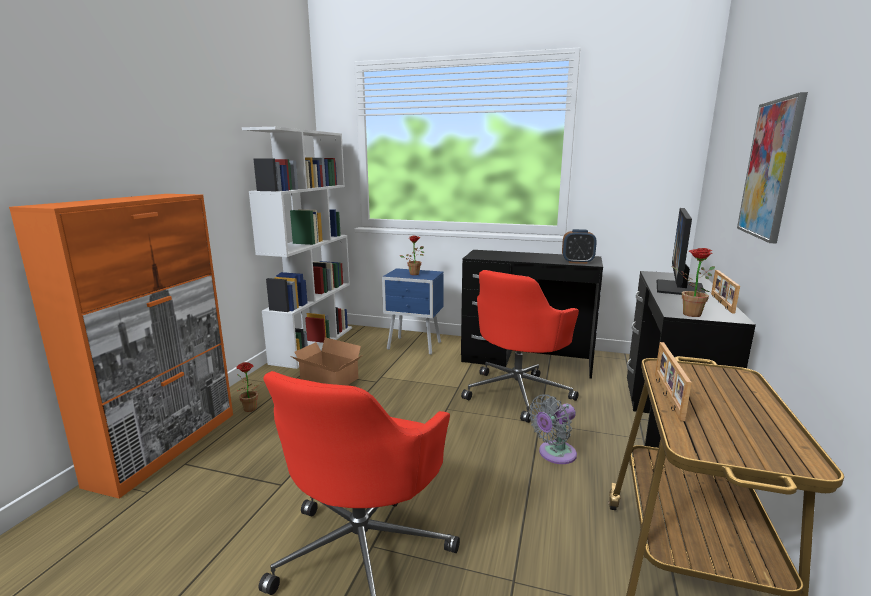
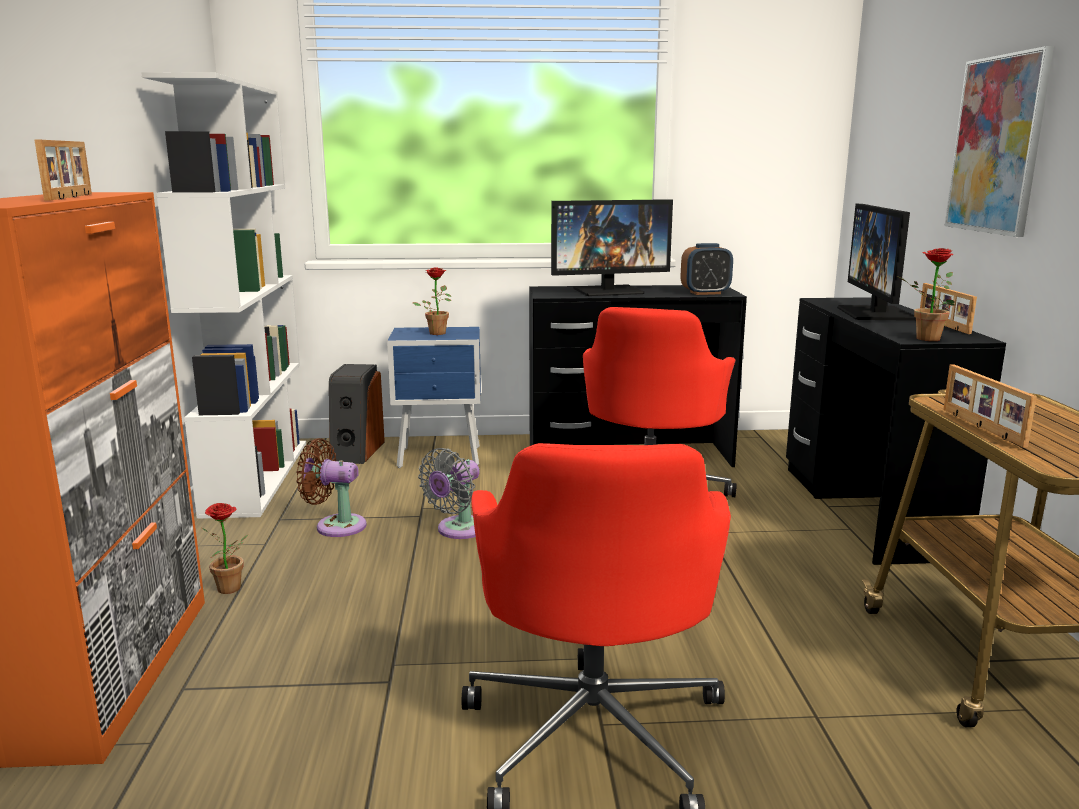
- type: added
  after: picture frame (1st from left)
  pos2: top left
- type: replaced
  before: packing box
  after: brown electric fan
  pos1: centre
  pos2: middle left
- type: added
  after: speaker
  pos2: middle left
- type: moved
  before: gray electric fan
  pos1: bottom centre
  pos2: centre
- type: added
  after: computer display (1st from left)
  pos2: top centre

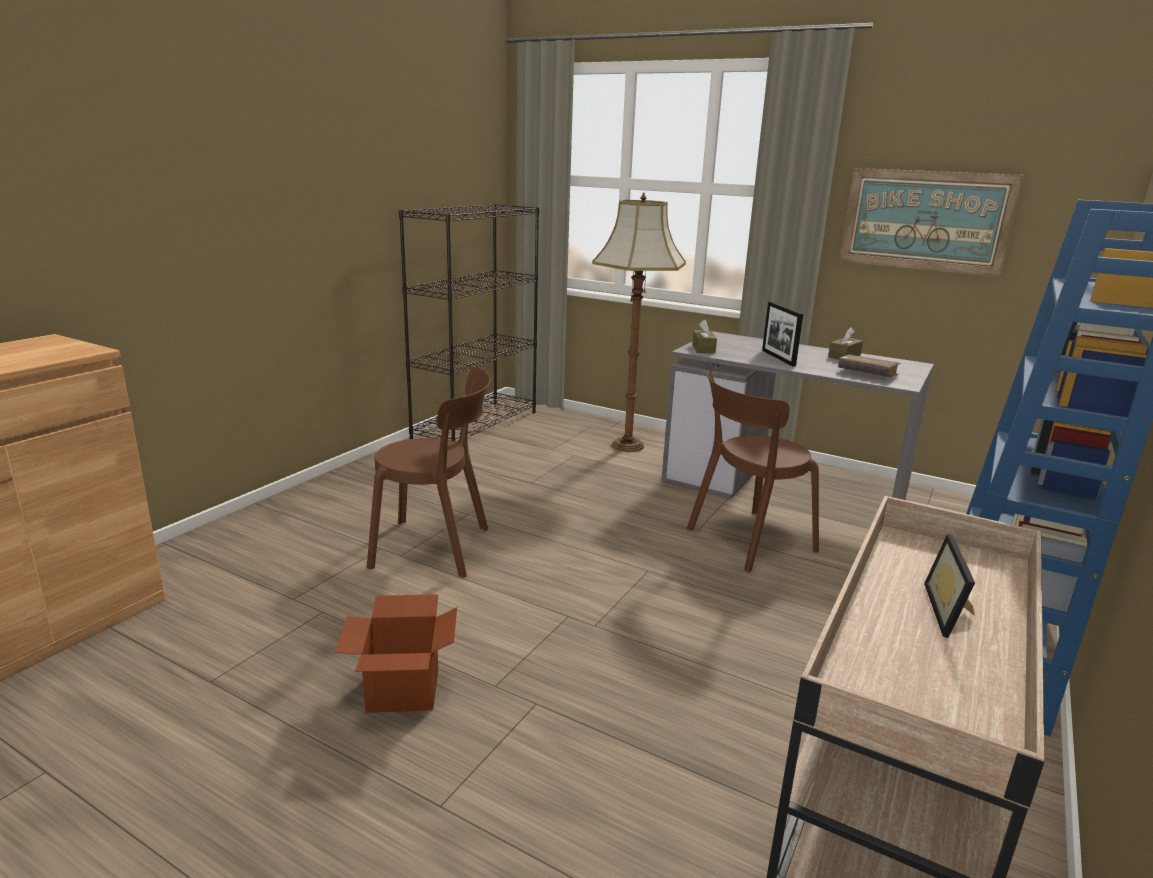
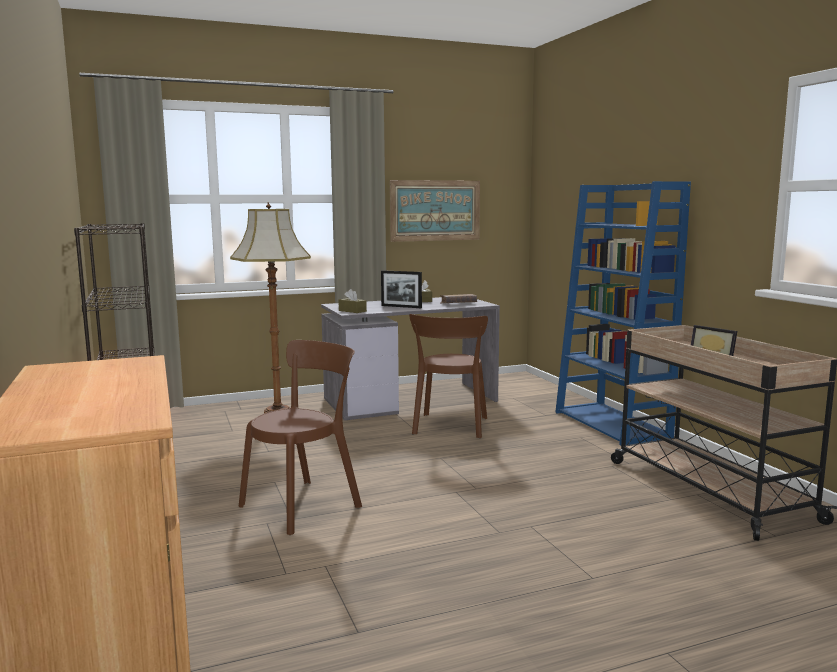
- type: removed
  before: packing box
  pos1: bottom centre

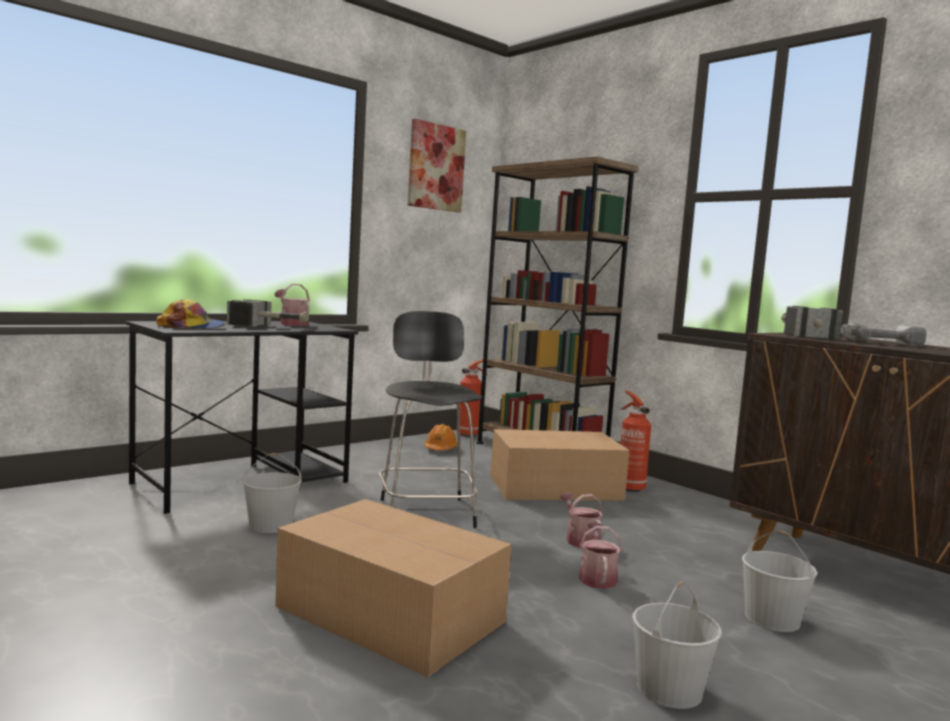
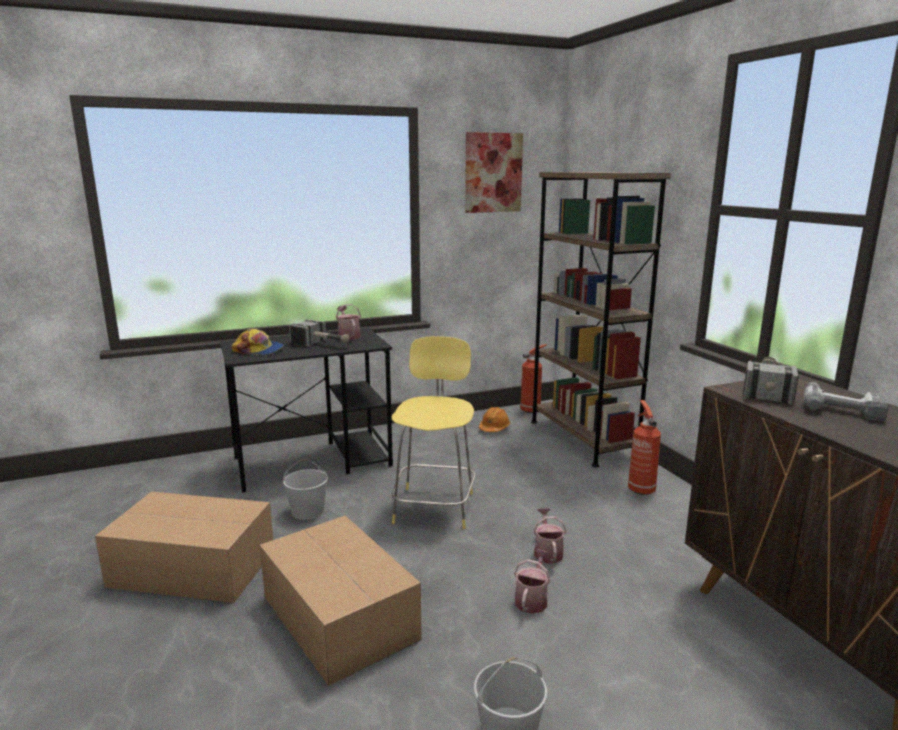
- type: moved
  before: packing box (2nd from left in the first image)
  after: packing box (1st from left)
  pos1: centre
  pos2: bottom left
- type: recoloured
  before: black sitting stool
  after: yellow-coloured sitting stool
  pos1: centre
  pos2: centre
- type: removed
  before: whitish bucket (3rd from left)
  pos1: bottom right

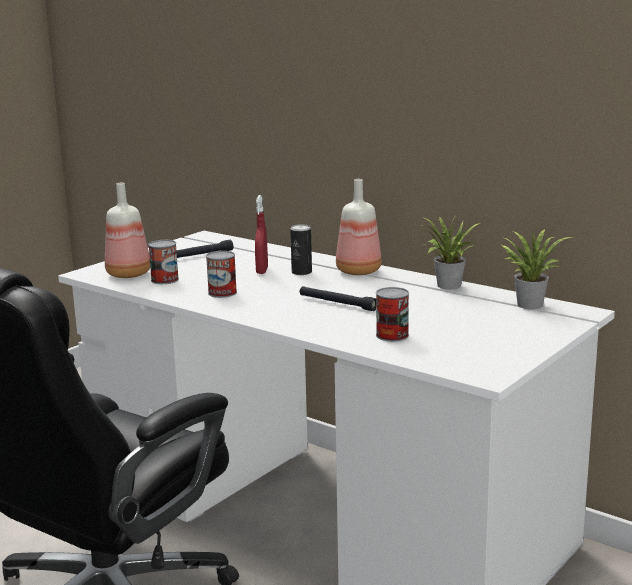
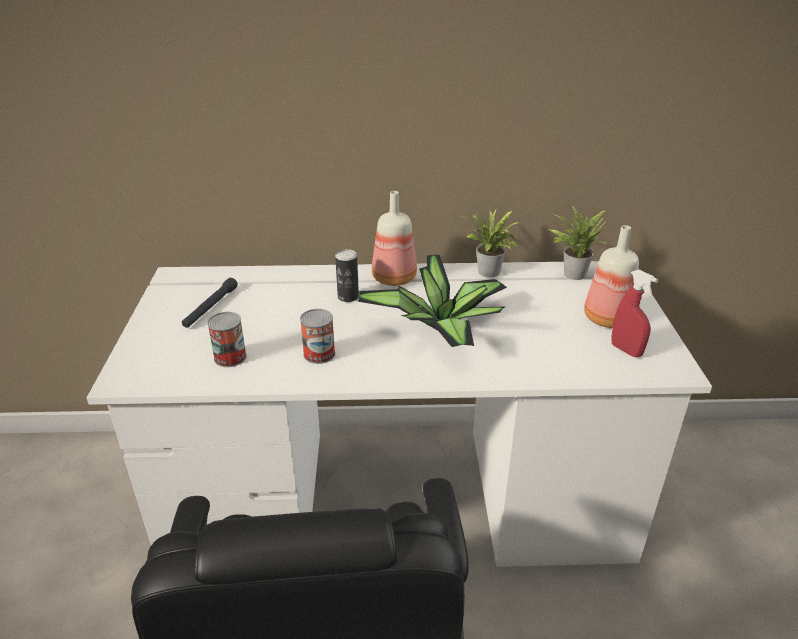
- type: replaced
  before: black hand torch (2nd from left)
  after: plant in a pot (1st from left)
  pos1: centre
  pos2: centre
- type: moved
  before: bottle (1st from left in the first image)
  after: bottle (2nd from left)
  pos1: middle left
  pos2: middle right
- type: moved
  before: reddish hand sprayer
  pos1: centre
  pos2: middle right
- type: removed
  before: sealed can (4th from left)
  pos1: centre

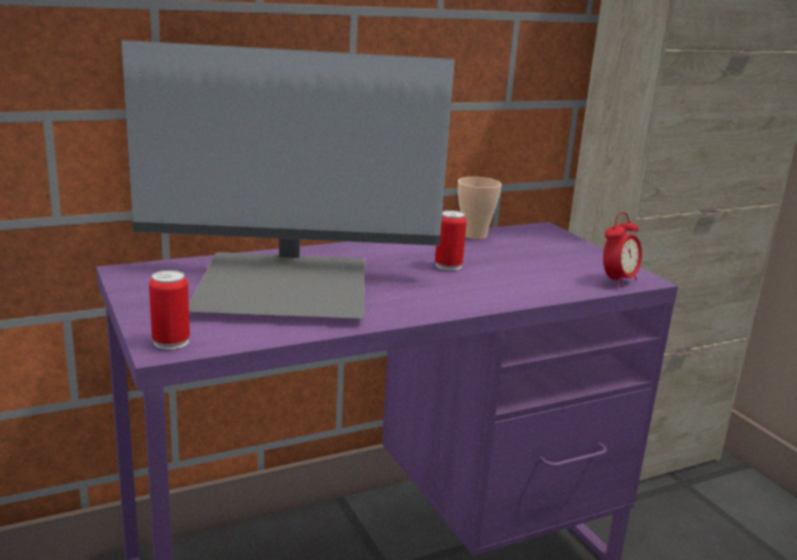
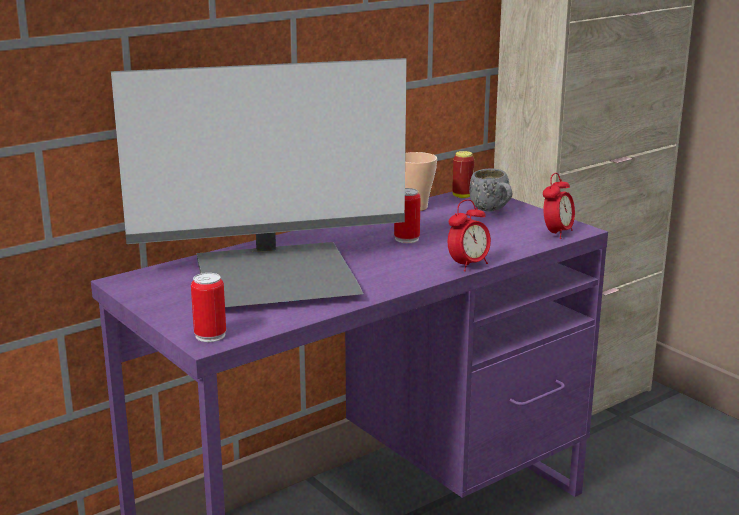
- type: added
  after: bedside clock (1st from left)
  pos2: centre
- type: added
  after: sealed can (3rd from left)
  pos2: centre
- type: added
  after: gray tea mug
  pos2: centre

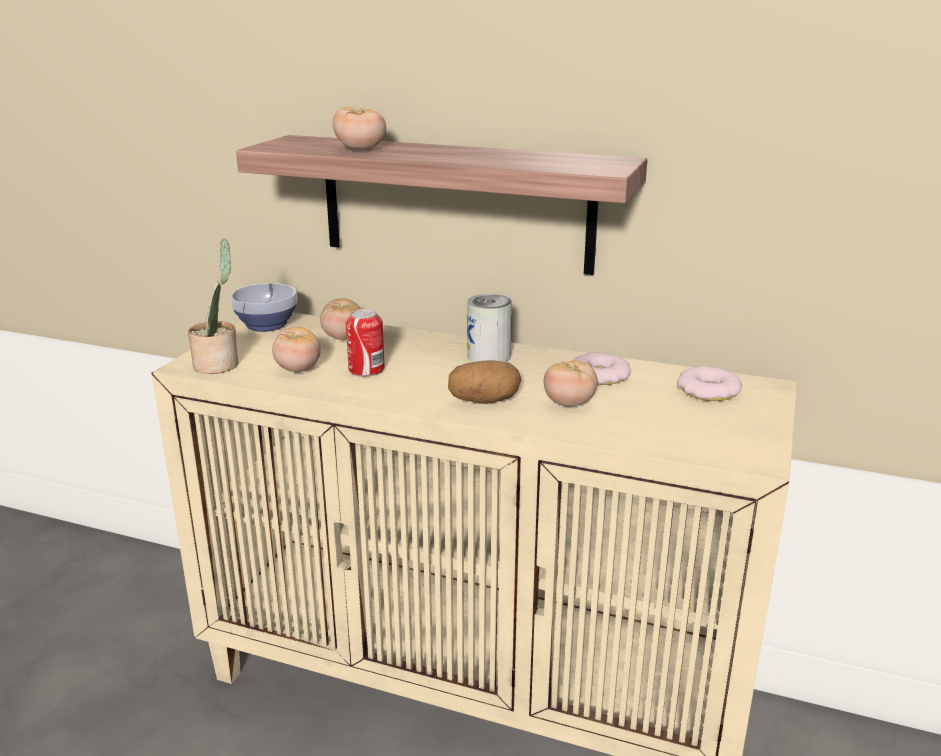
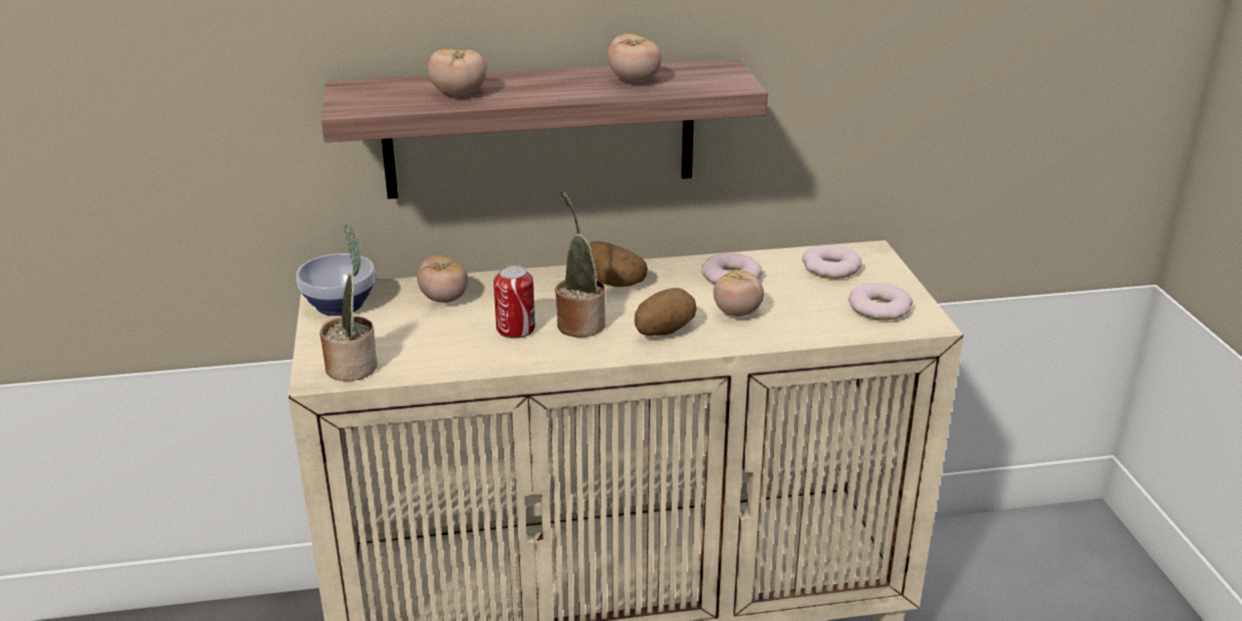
- type: added
  after: plant in a pot (2nd from left)
  pos2: centre
- type: replaced
  before: sealed can (2nd from left)
  after: spud (1st from left)
  pos1: centre
  pos2: centre
- type: moved
  before: tomato (1st from left in the first image)
  after: tomato (3rd from left)
  pos1: middle left
  pos2: top centre
- type: added
  after: doughnut (3rd from left)
  pos2: middle right

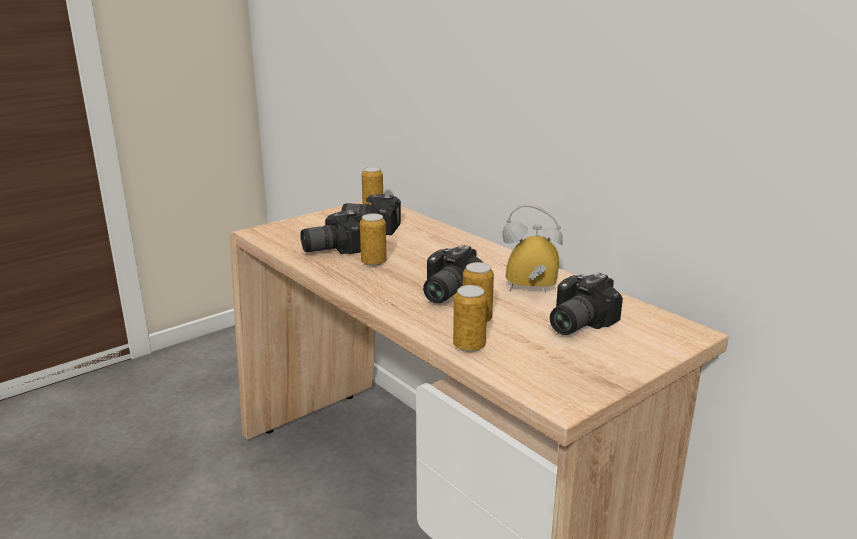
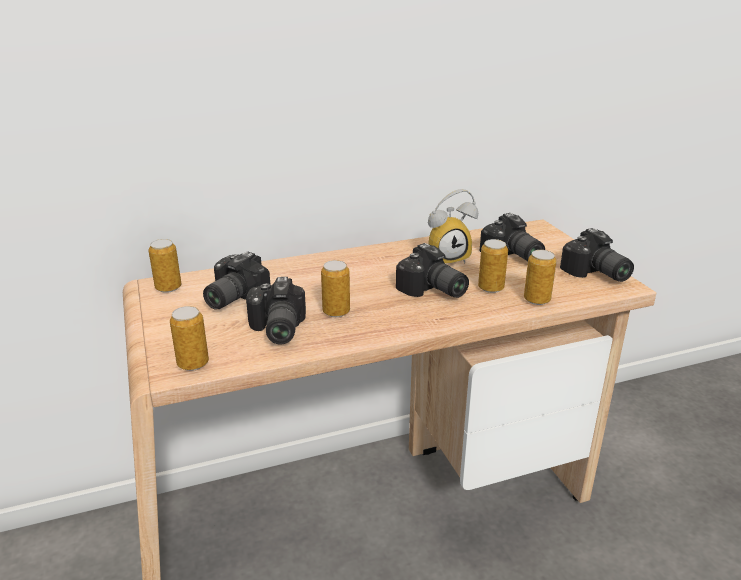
- type: added
  after: sealed can (2nd from left)
  pos2: middle left
- type: turned
  before: bedside clock
  pos1: centre
  pos2: centre
  turn: -135
- type: added
  after: still camera (5th from left)
  pos2: middle right

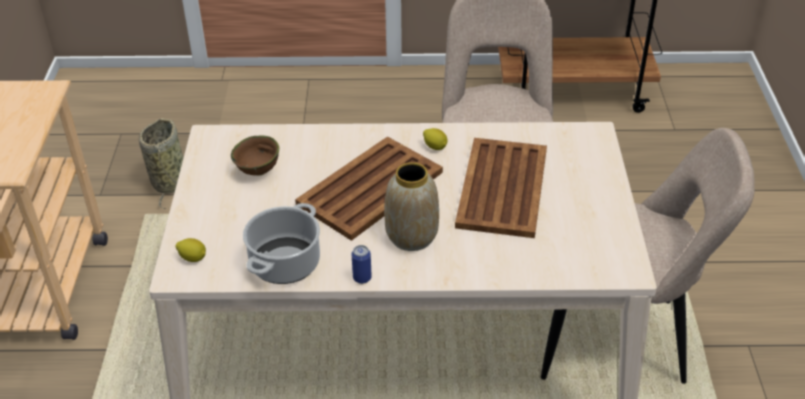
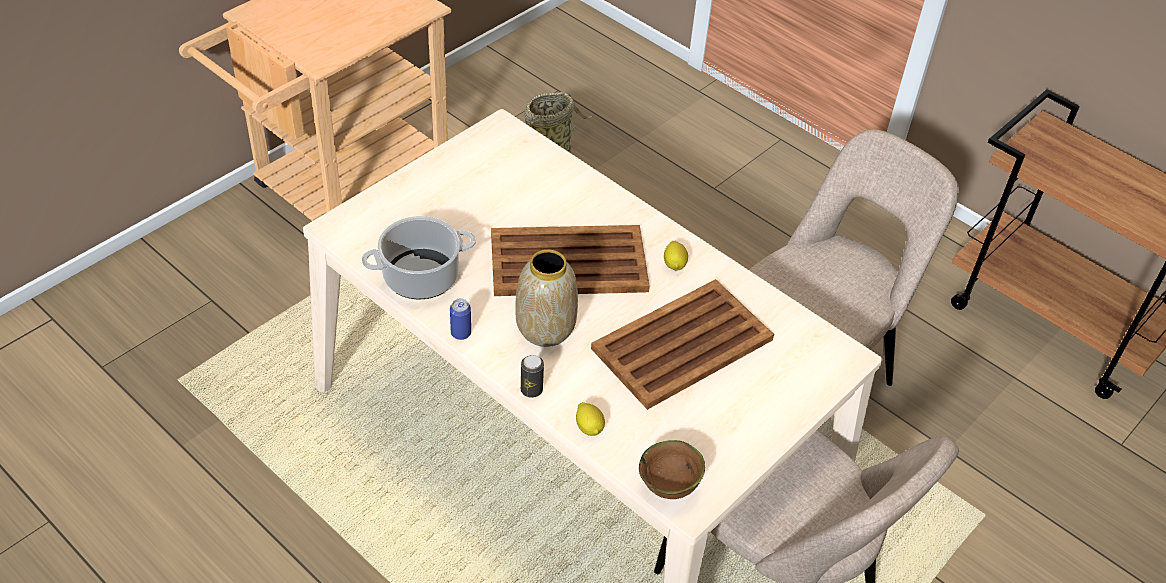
- type: added
  after: sealed can (2nd from left)
  pos2: centre
- type: moved
  before: lemon (1st from left)
  pos1: middle left
  pos2: bottom centre
- type: moved
  before: brown serving bowl
  pos1: middle left
  pos2: bottom centre

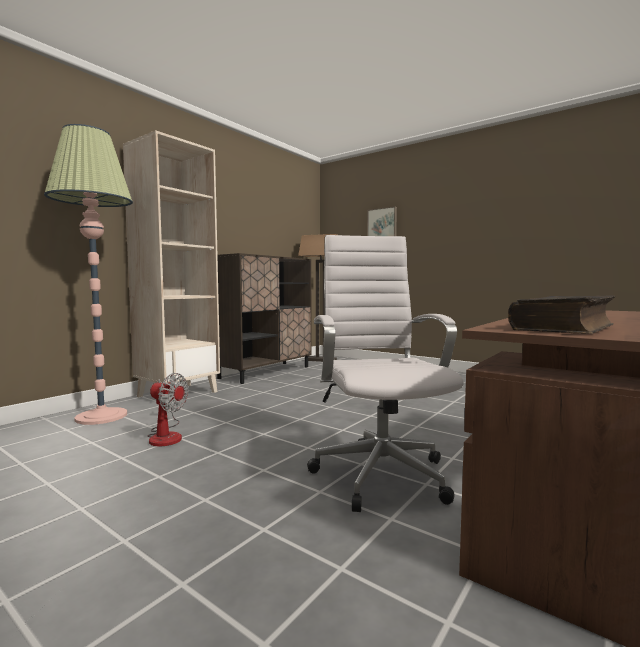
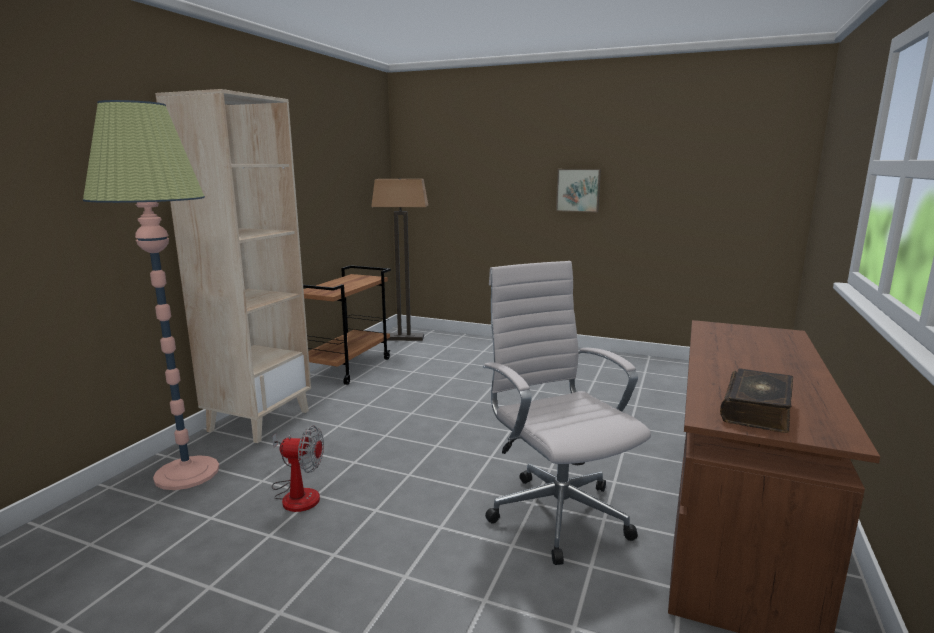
- type: replaced
  before: brown storage cabinet
  after: brown cart
  pos1: centre
  pos2: centre
- type: moved
  before: wall picture
  pos1: centre
  pos2: top centre

